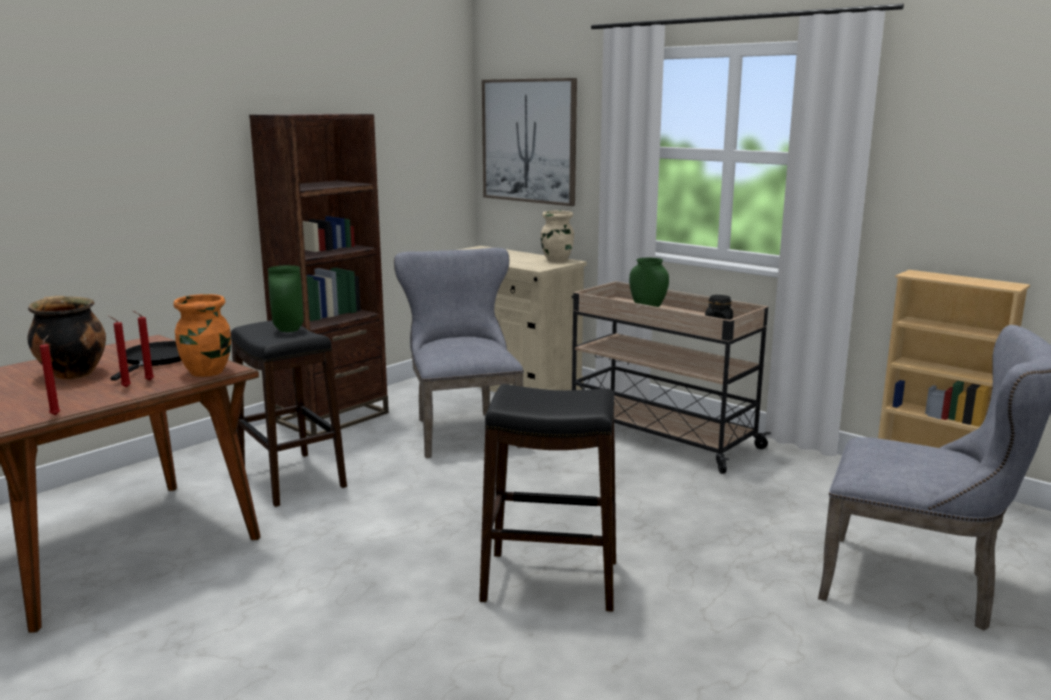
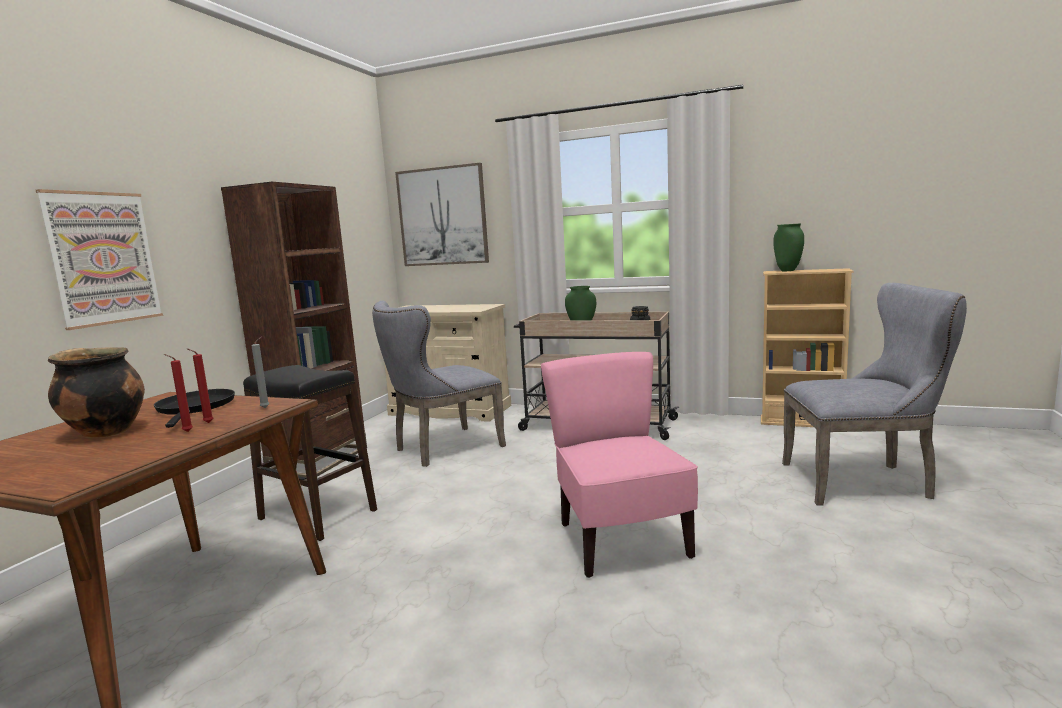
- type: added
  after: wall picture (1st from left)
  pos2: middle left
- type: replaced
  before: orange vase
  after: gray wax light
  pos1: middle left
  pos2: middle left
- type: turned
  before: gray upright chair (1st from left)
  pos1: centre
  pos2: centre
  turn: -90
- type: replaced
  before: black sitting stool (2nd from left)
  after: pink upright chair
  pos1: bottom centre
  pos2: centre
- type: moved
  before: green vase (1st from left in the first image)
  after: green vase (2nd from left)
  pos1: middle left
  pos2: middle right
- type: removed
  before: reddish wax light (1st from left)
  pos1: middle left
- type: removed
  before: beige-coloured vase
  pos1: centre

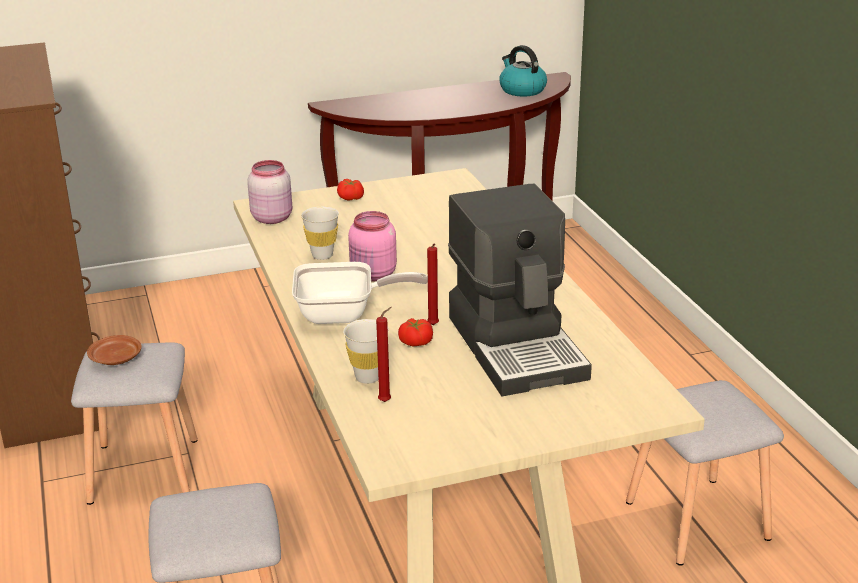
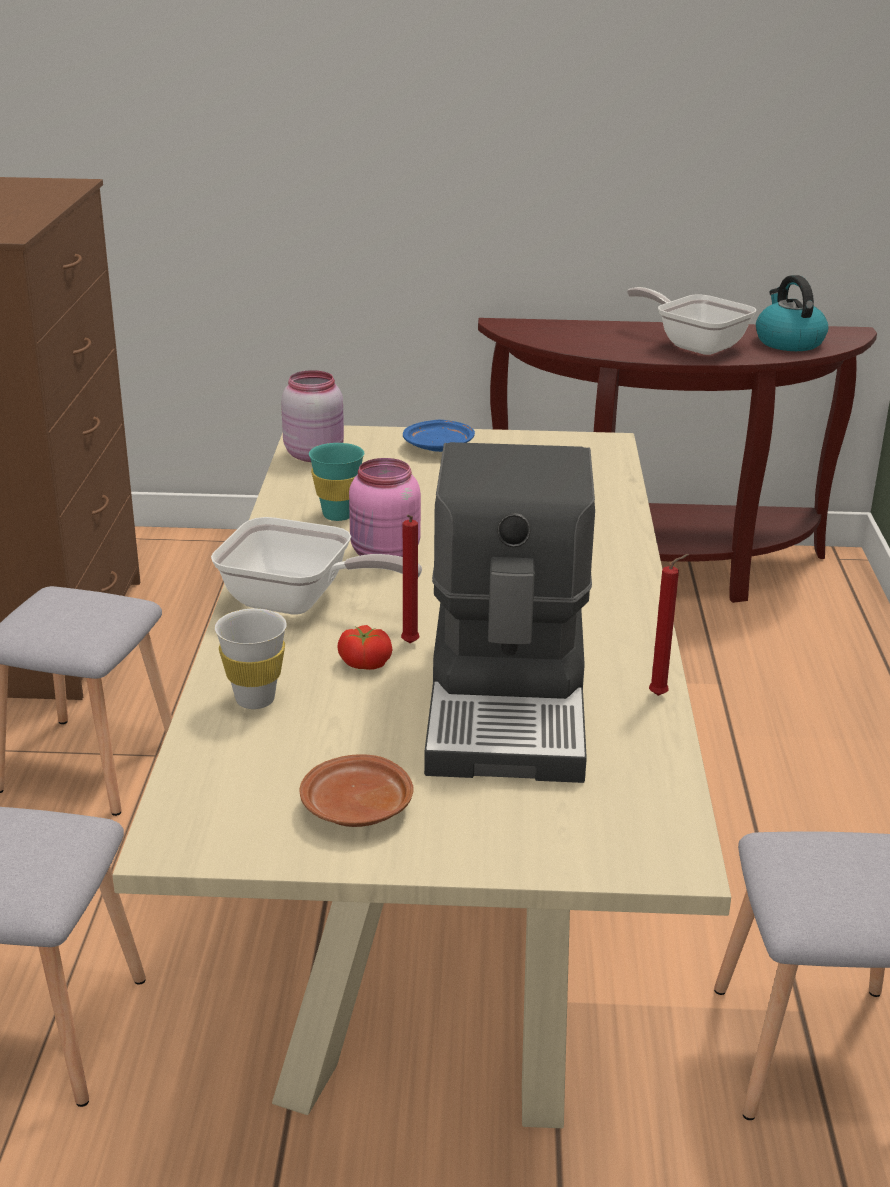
- type: moved
  before: brown flat dish
  pos1: middle left
  pos2: centre
- type: recoloured
  before: whitish drinking cup (1st from left)
  after: turquoise-coloured drinking cup
  pos1: centre
  pos2: centre
- type: replaced
  before: tomato (1st from left)
  after: blue-coloured flat dish
  pos1: top centre
  pos2: centre
- type: added
  after: frying pan (2nd from left)
  pos2: top right
- type: moved
  before: reddish wax light (1st from left in the first image)
  after: reddish wax light (2nd from left)
  pos1: centre
  pos2: middle right

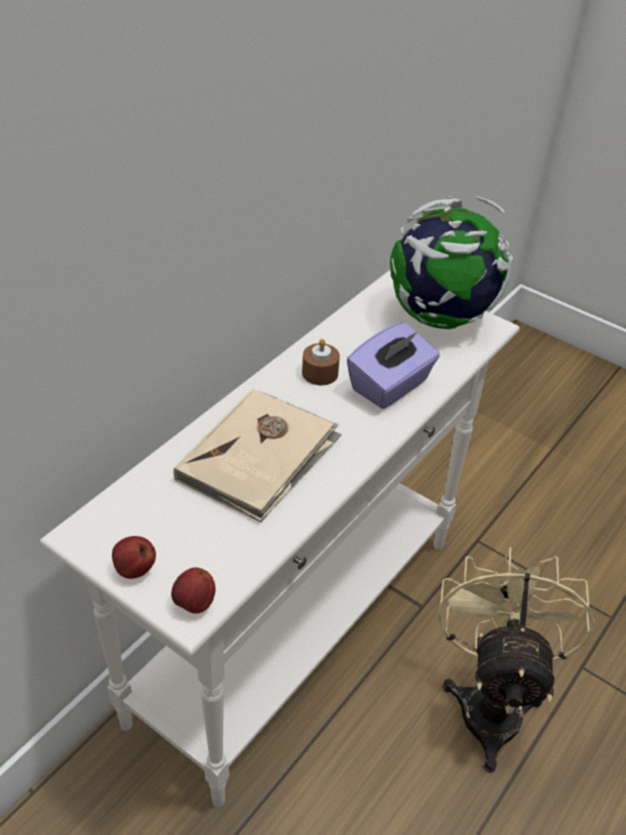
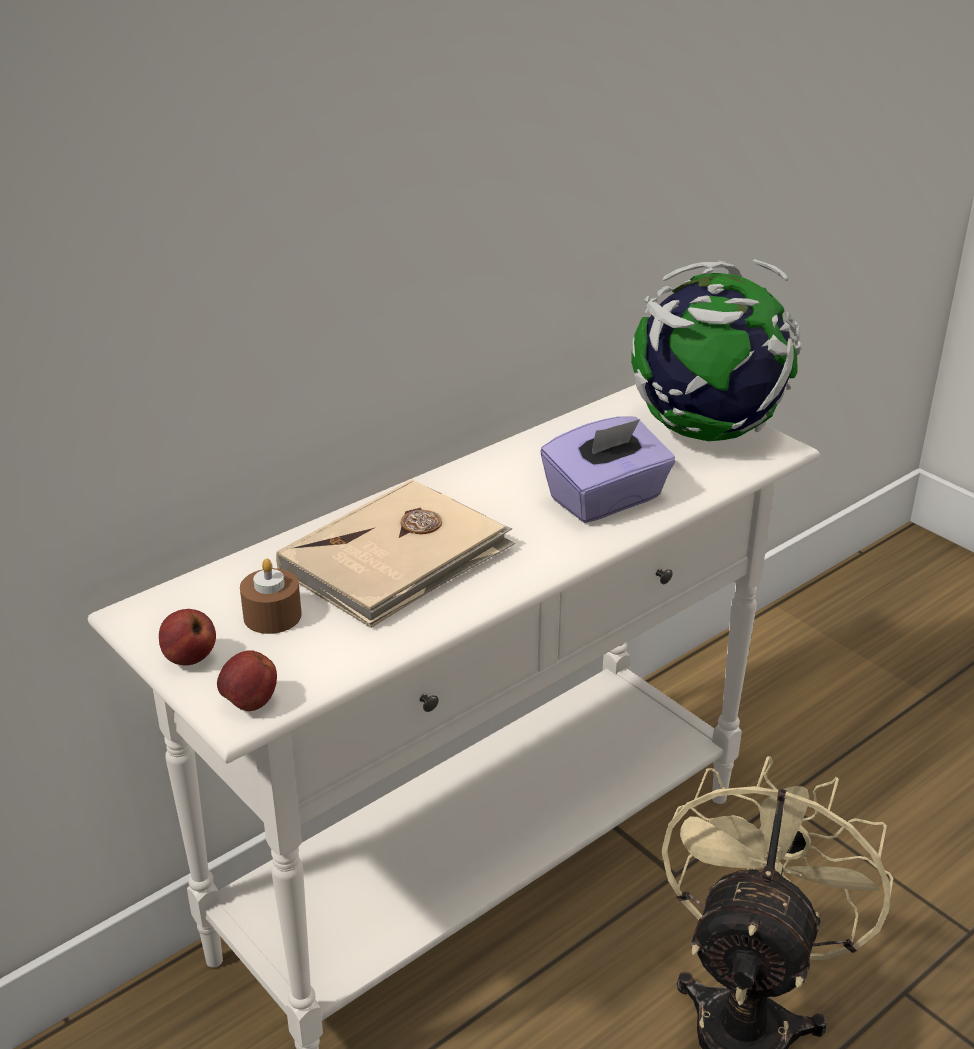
- type: moved
  before: brown wax light
  pos1: centre
  pos2: middle left

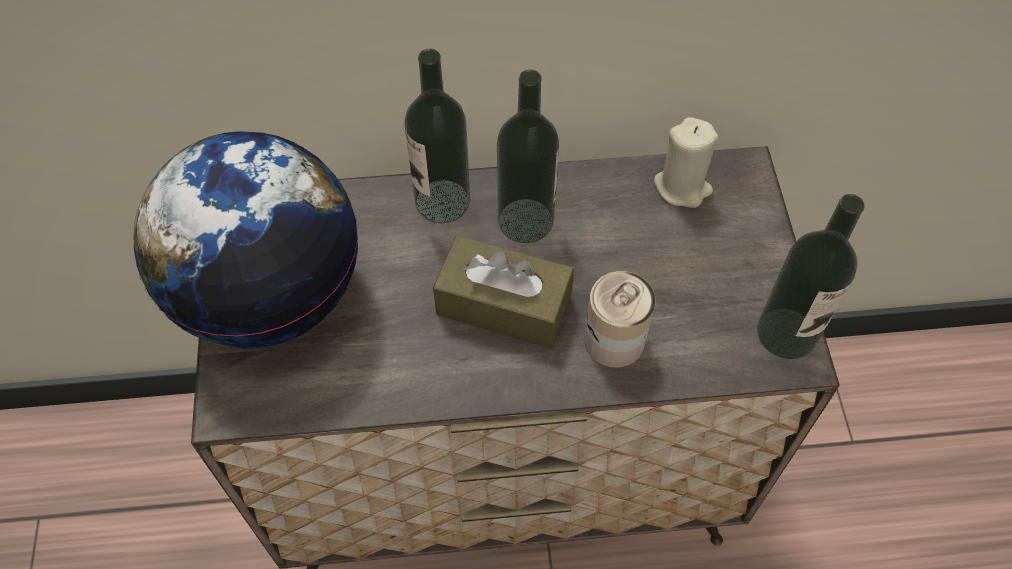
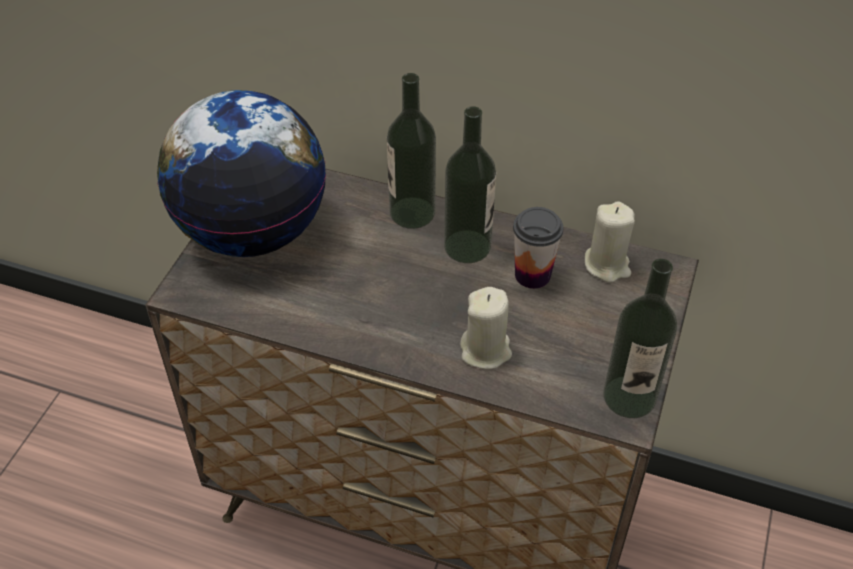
- type: replaced
  before: sealed can
  after: beige-coloured wax light (1st from left)
  pos1: centre
  pos2: centre
- type: added
  after: drinking cup
  pos2: centre
- type: removed
  before: brown box of tissues
  pos1: centre

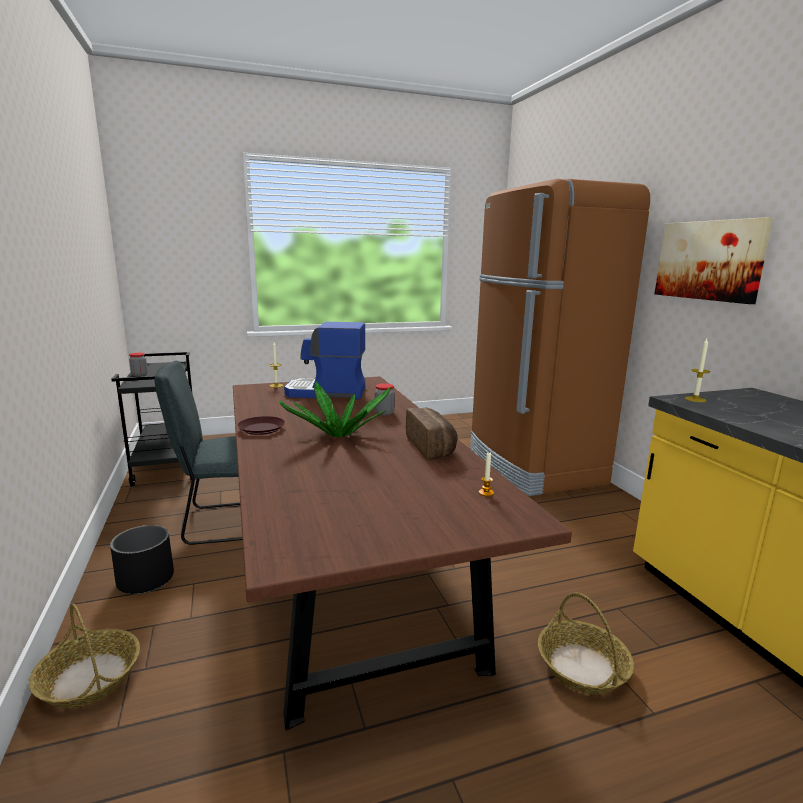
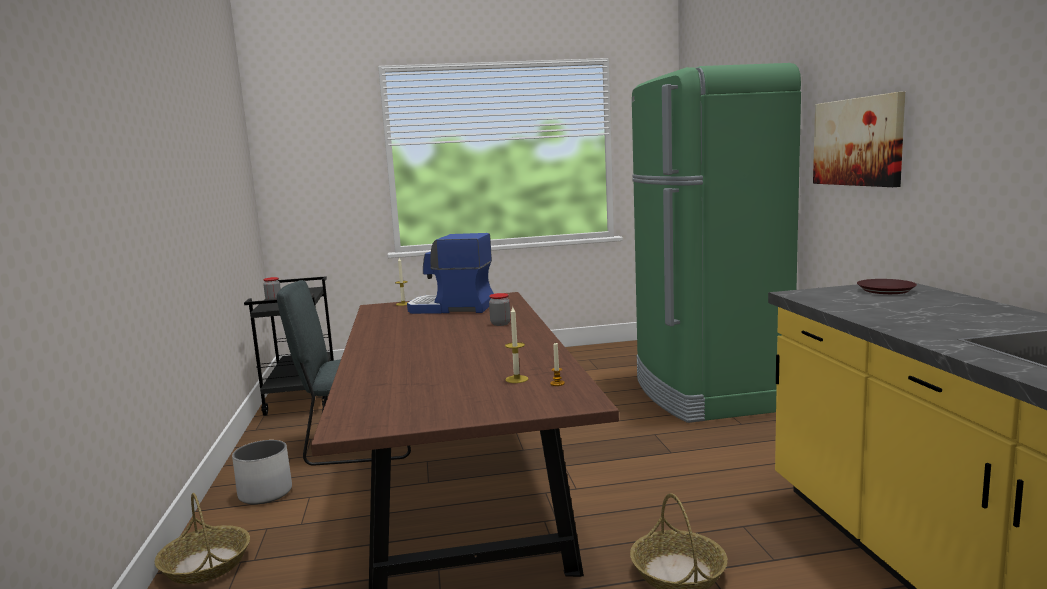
- type: recoloured
  before: black flower pot
  after: whitish flower pot
  pos1: bottom left
  pos2: bottom left
- type: moved
  before: wax light (3rd from left in the first image)
  after: wax light (2nd from left)
  pos1: middle right
  pos2: centre
- type: recoloured
  before: brown refrigerator
  after: green refrigerator
  pos1: middle right
  pos2: middle right
- type: moved
  before: brown flat dish
  pos1: middle left
  pos2: middle right
- type: removed
  before: plant in a pot
  pos1: centre
- type: removed
  before: bread
  pos1: centre

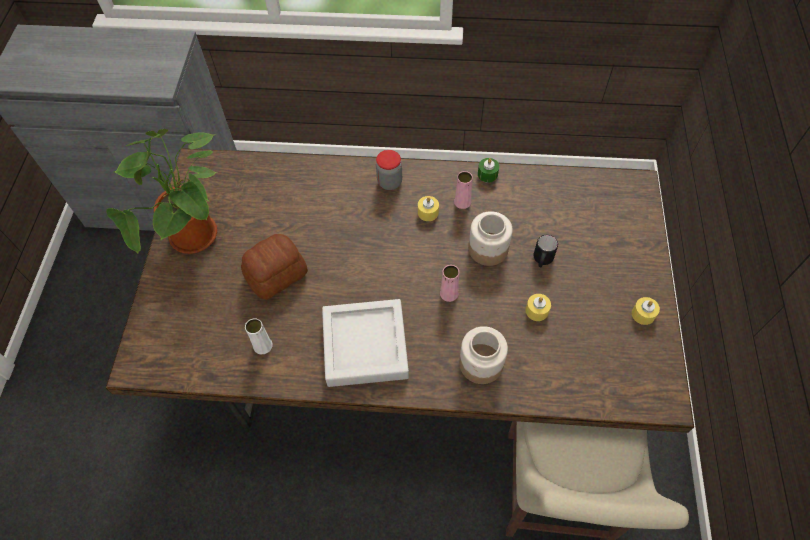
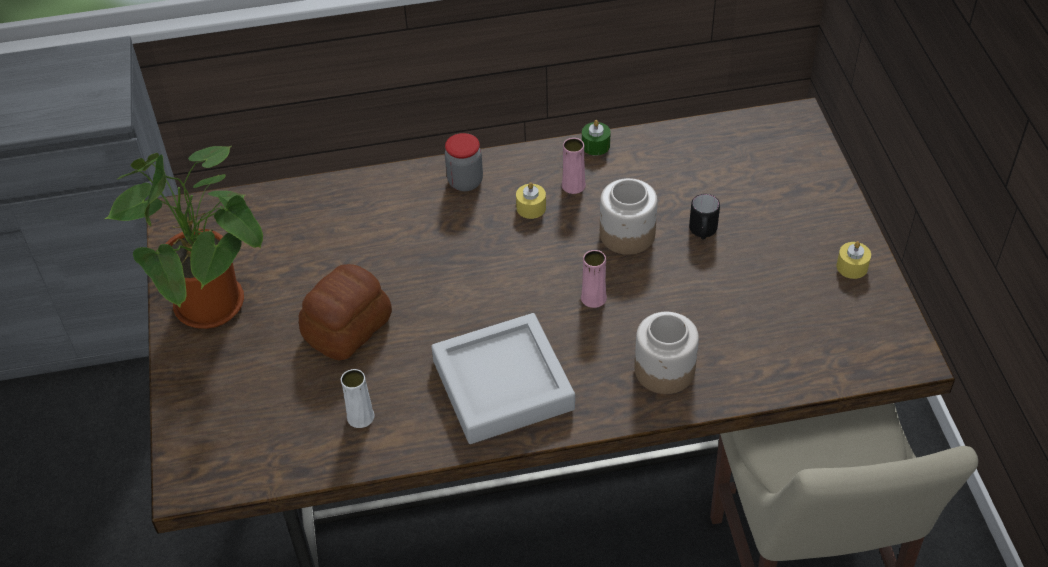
- type: removed
  before: yellow-coloured wax light (2nd from left)
  pos1: centre

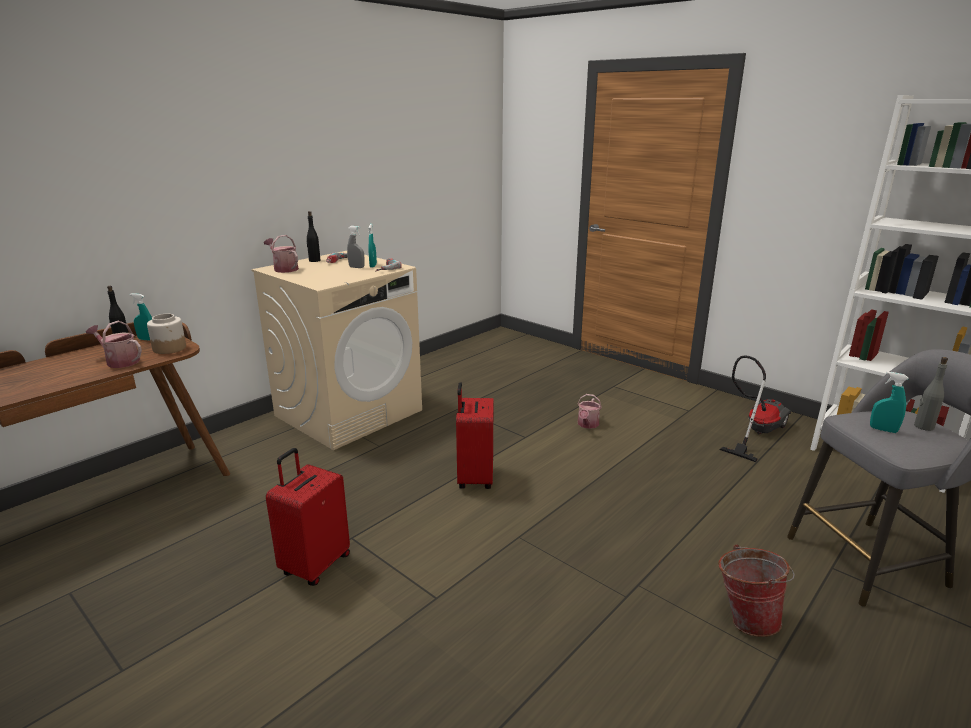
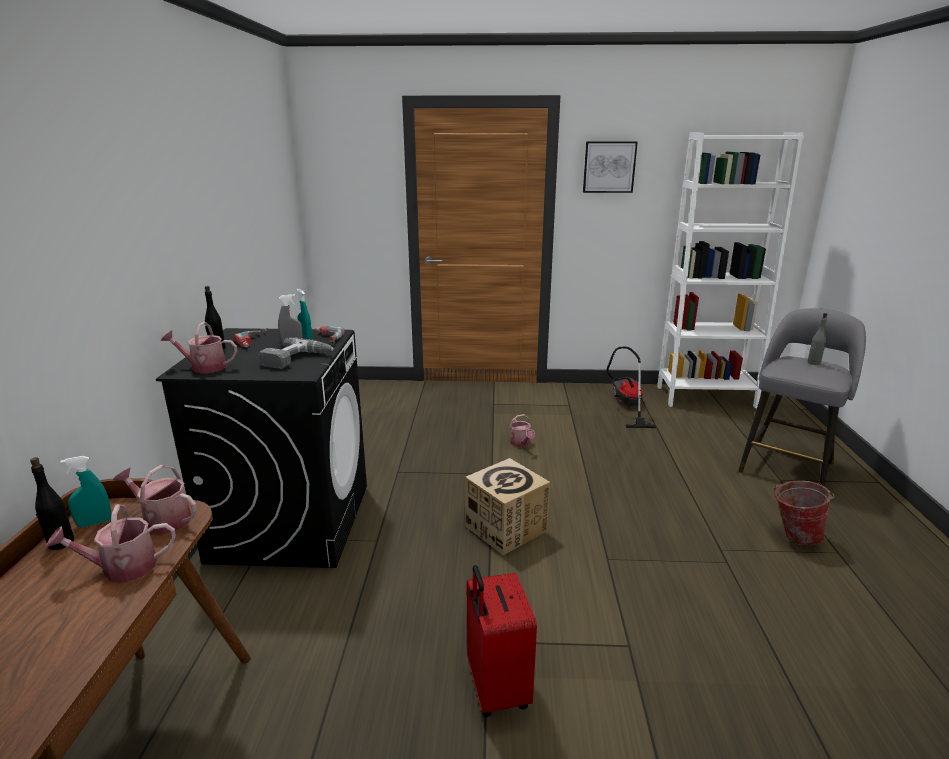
- type: replaced
  before: storage jar
  after: sprinkling can (2nd from left)
  pos1: middle left
  pos2: middle left
- type: recoloured
  before: beige-coloured laundry appliance
  after: black laundry appliance
  pos1: centre
  pos2: middle left
- type: added
  after: electric drill (2nd from left)
  pos2: middle left
- type: replaced
  before: reddish travel case (2nd from left)
  after: packing box
  pos1: centre
  pos2: bottom centre
- type: added
  after: wall picture
  pos2: top centre
- type: removed
  before: turquoise-coloured hand sprayer (3rd from left)
  pos1: middle right

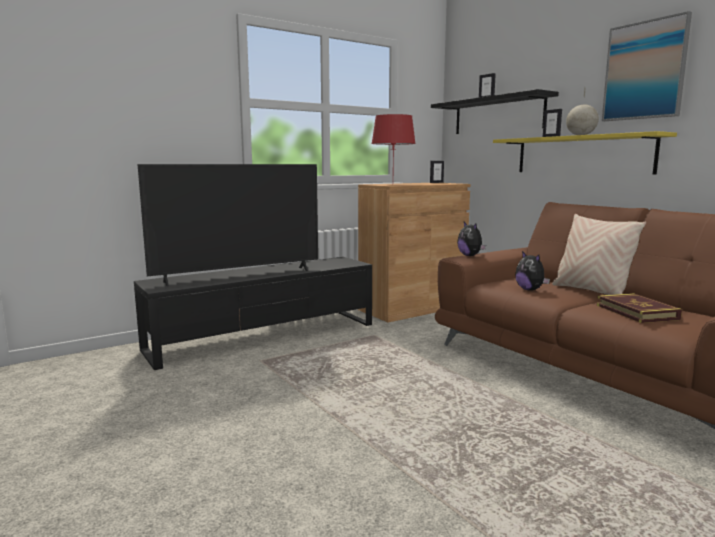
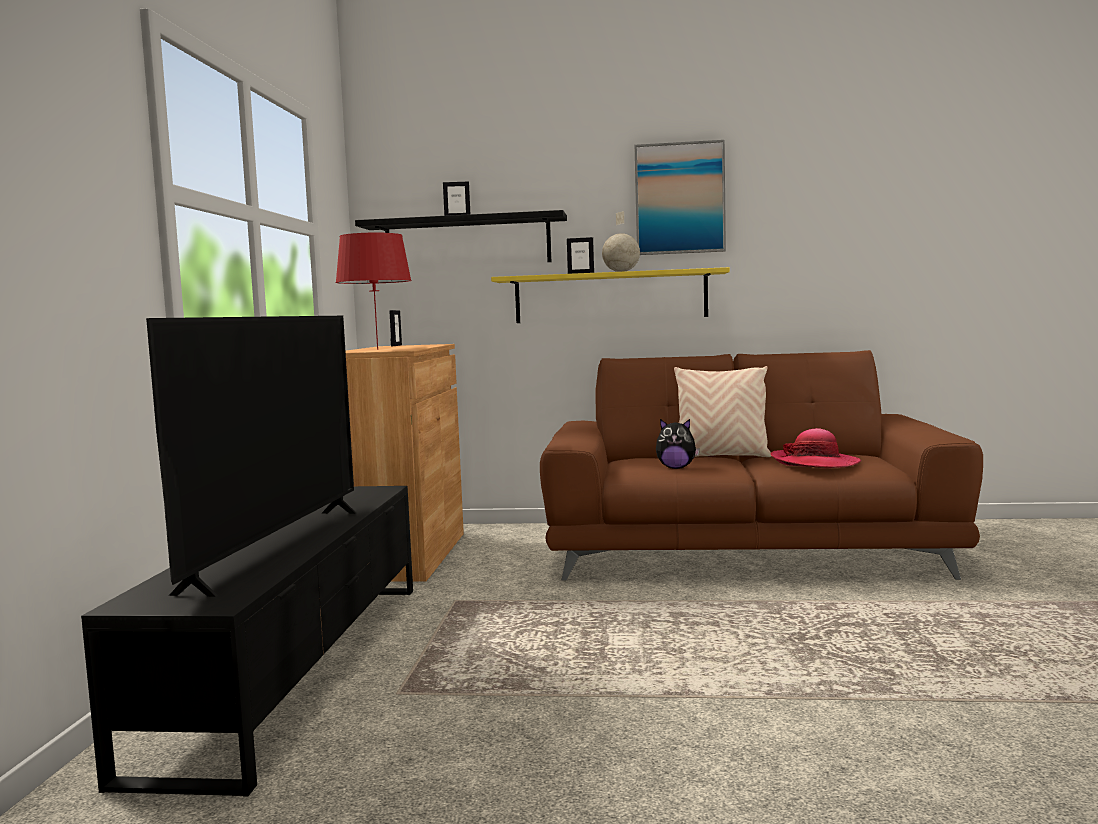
- type: replaced
  before: book
  after: wearable hat
  pos1: middle right
  pos2: middle right
- type: removed
  before: plush toy (1st from left)
  pos1: centre

